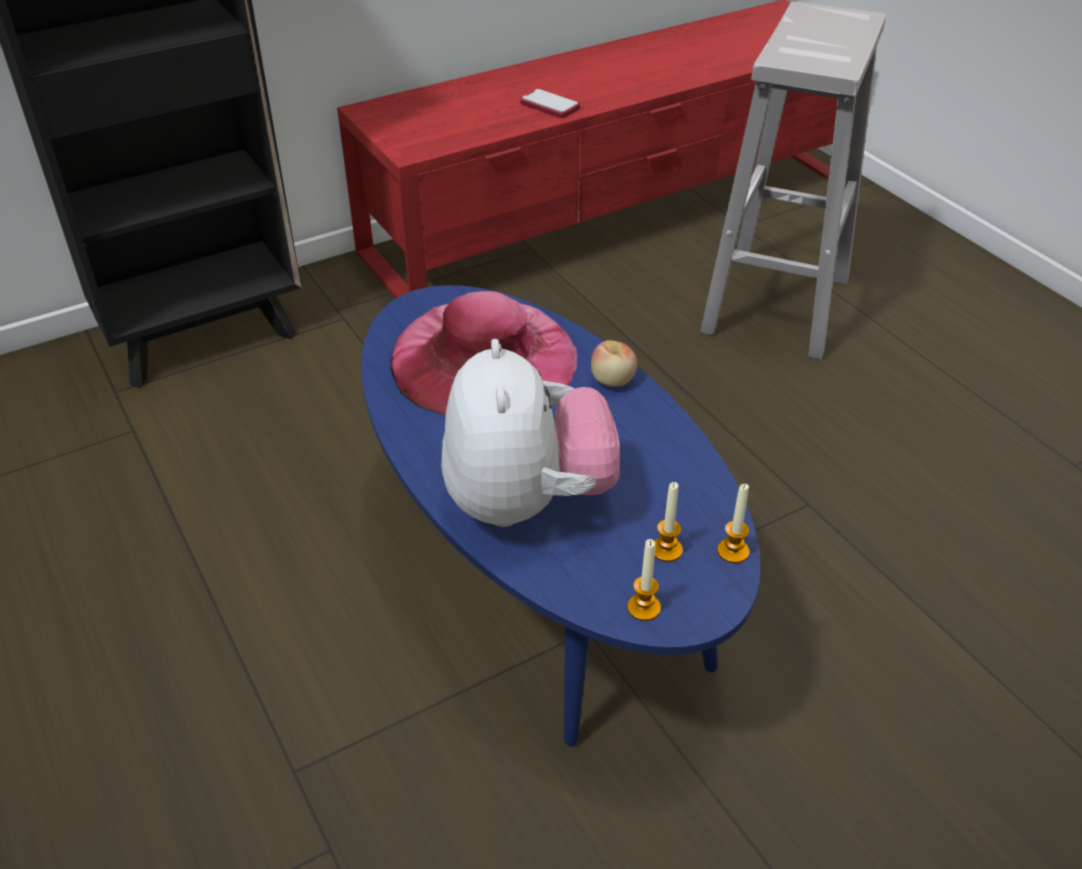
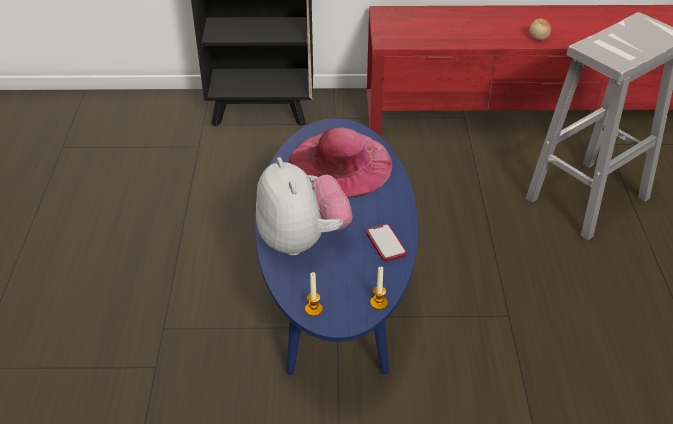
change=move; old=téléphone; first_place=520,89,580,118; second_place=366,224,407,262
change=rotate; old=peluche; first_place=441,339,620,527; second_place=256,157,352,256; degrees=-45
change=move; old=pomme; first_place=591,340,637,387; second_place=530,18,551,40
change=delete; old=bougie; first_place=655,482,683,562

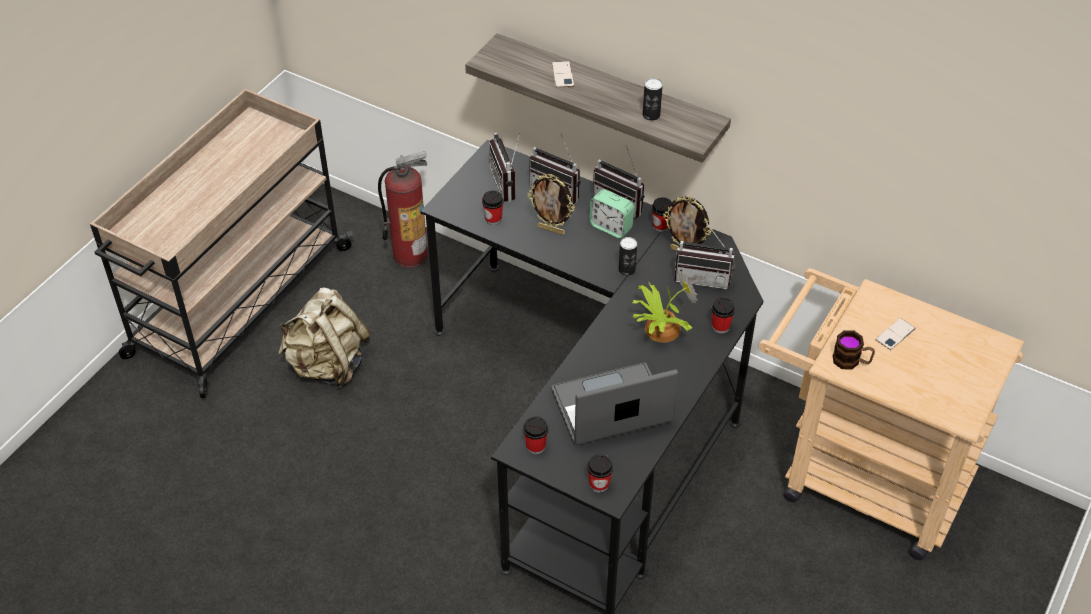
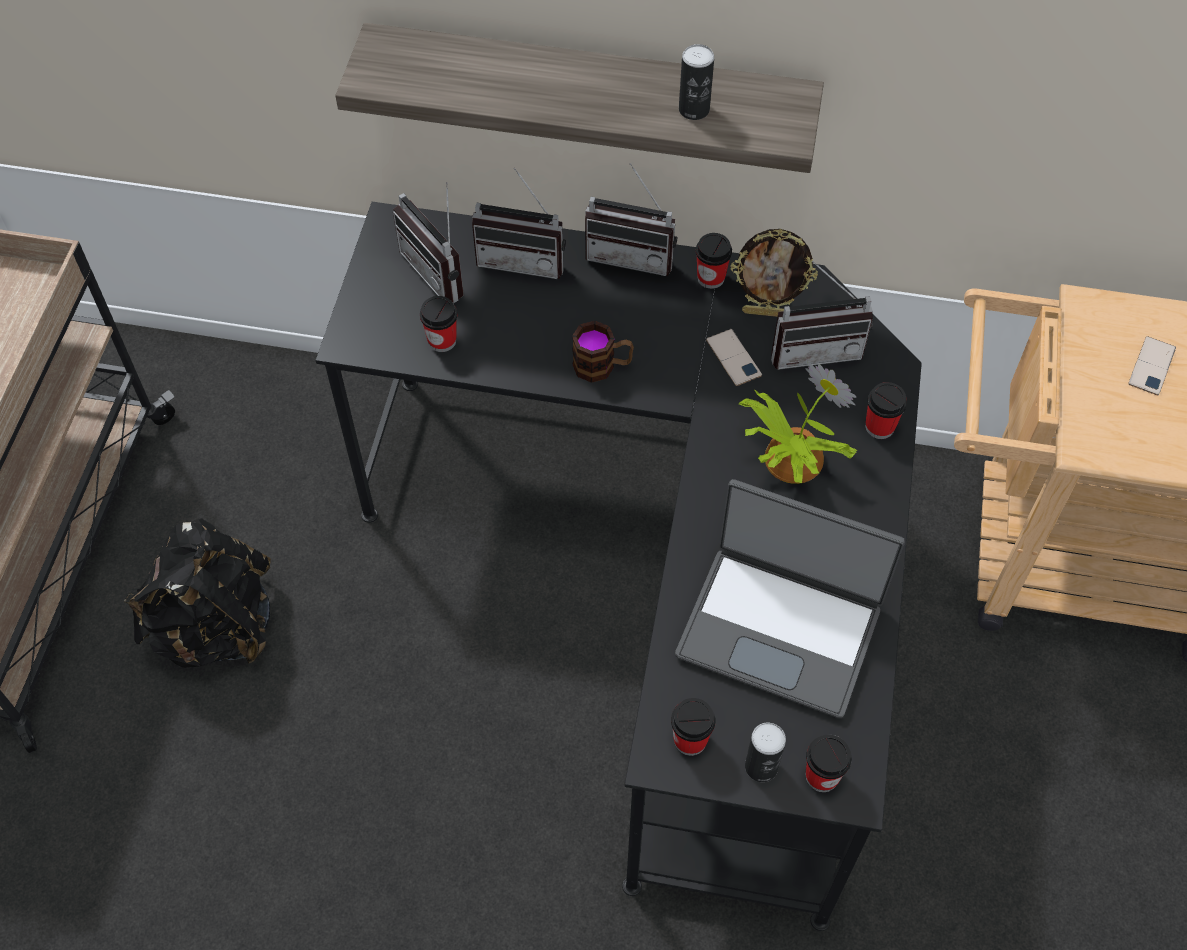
change=move; old=téléphone; first_place=552,61,574,88; second_place=706,329,762,386
change=delete; old=extincteur; first_place=378,151,428,268
change=delete; old=cadre photo; first_place=528,174,575,235
change=delete; old=réveil; first_place=589,189,634,238
change=move; old=boîte métallique; first_place=619,237,637,276; second_place=745,723,786,782
change=recolor; old=sac à dos [beige]; new=sac à dos [noir]; first_place=278,288,371,388; second_place=124,518,271,668
change=move; old=mug; first_place=833,330,875,370; second_place=572,321,634,383
change=rotate; old=ordinateur portable; first_place=552,363,679,446; second_place=675,479,905,718; degrees=-120

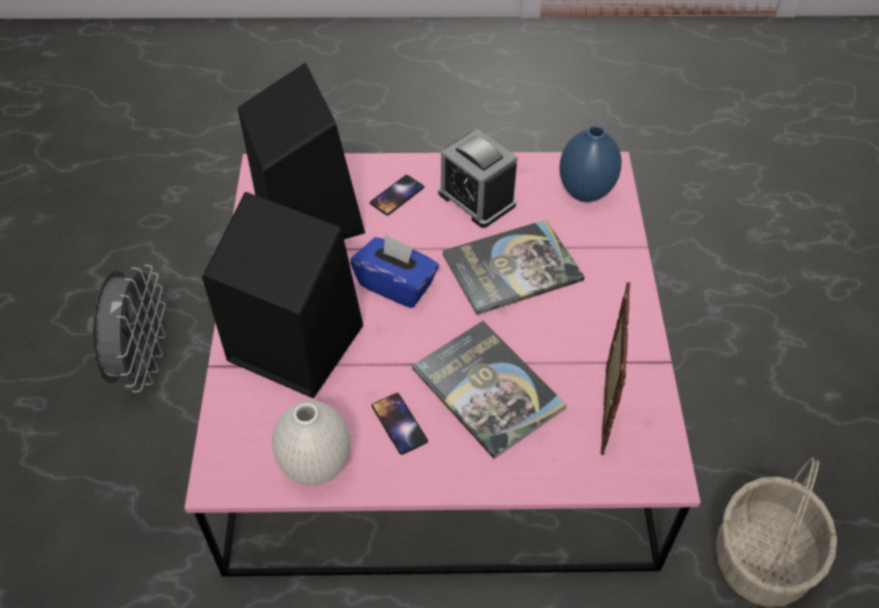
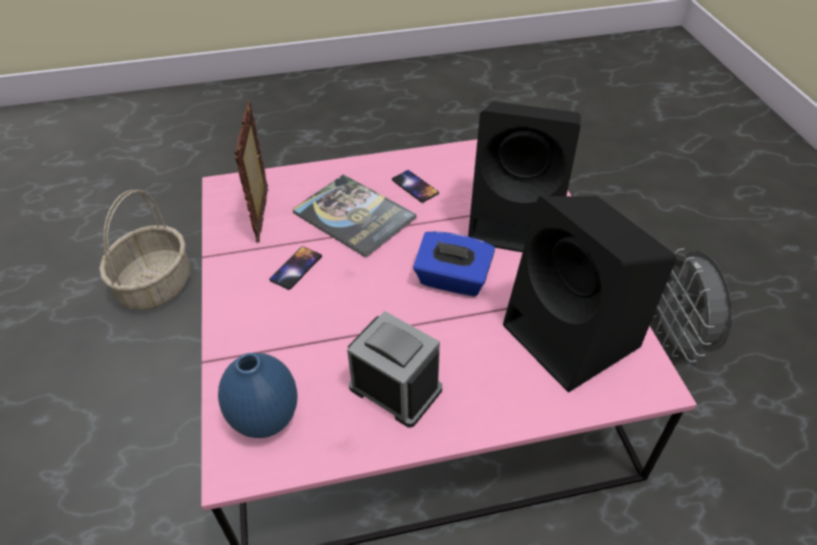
change=move; old=téléphone; first_place=370,175,424,216; second_place=269,247,322,290
change=delete; old=livre; first_place=442,220,585,315
change=delete; old=vase [blanc]; first_place=272,401,351,485

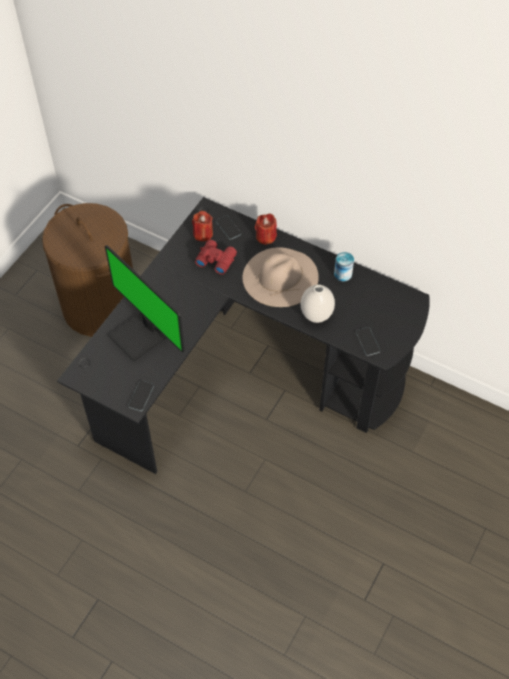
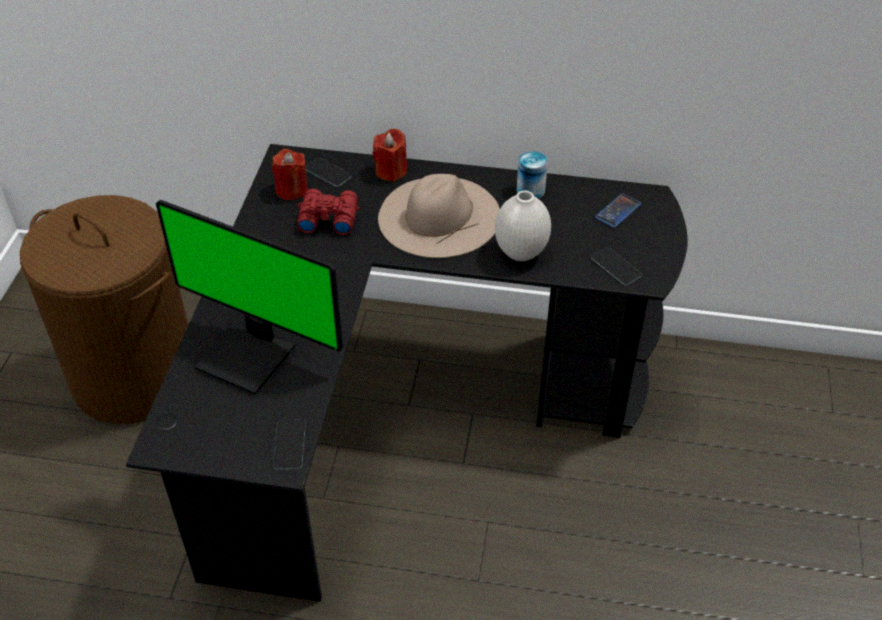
change=insert; new=téléphone; second_place=595,193,641,228

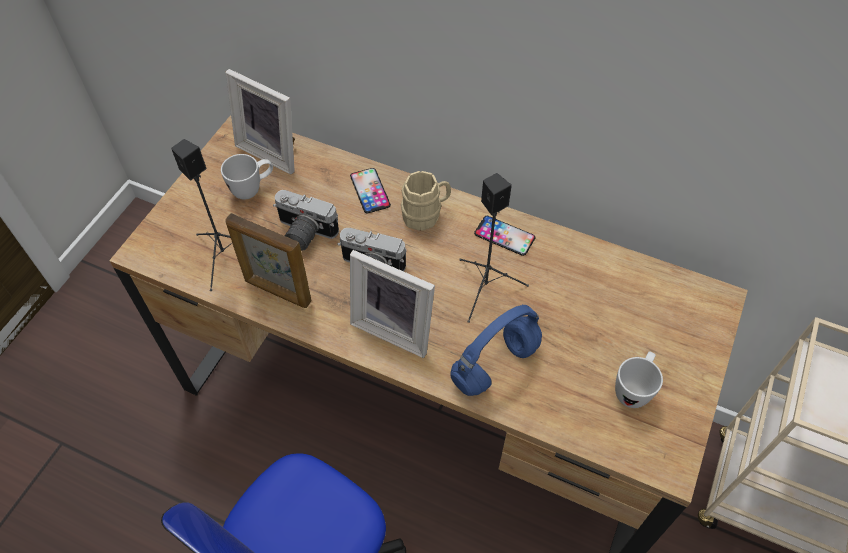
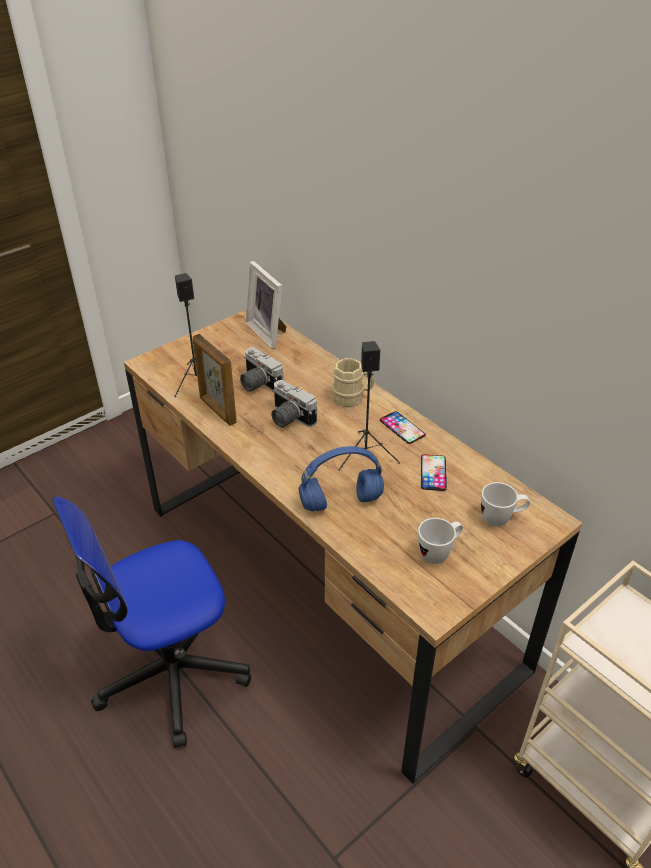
change=move; old=mug [blanc]; first_place=221,154,273,200; second_place=481,482,530,526
change=move; old=téléphone; first_place=350,168,391,213; second_place=421,454,447,491
change=delete; old=cadre photo; first_place=350,250,435,358

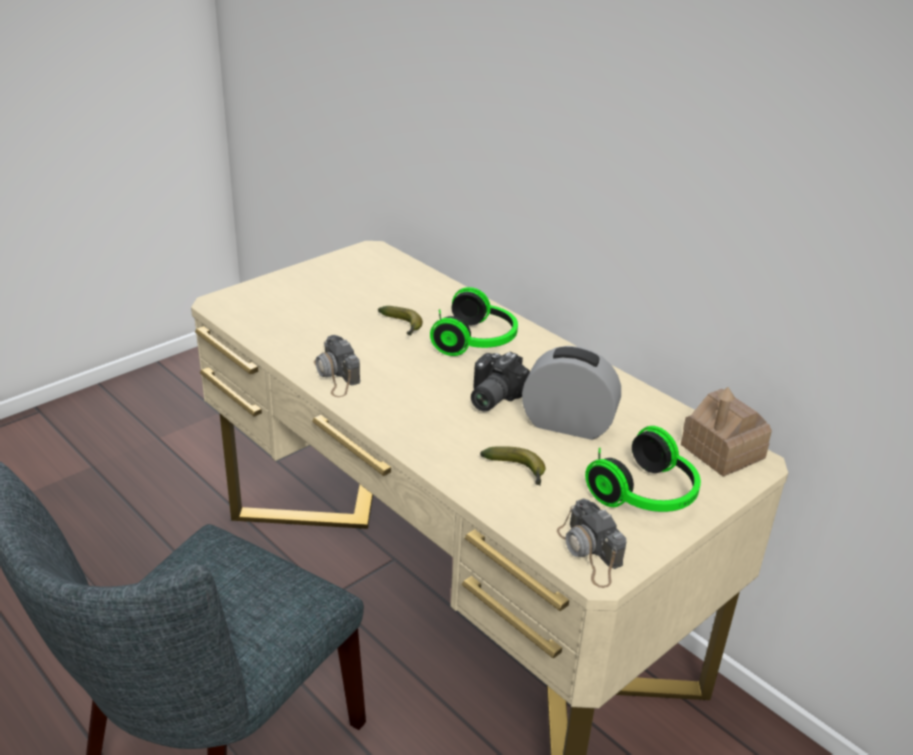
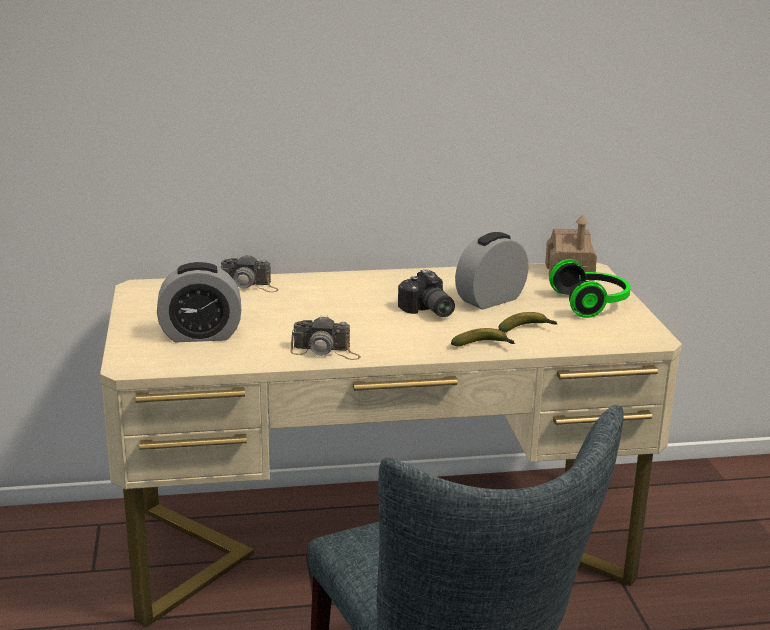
change=delete; old=casque audio; first_place=430,287,518,356
change=move; old=banane; first_place=378,306,423,336; second_place=451,328,515,346
change=move; old=appareil photo; first_place=557,498,626,588; second_place=221,254,279,292
change=insert; new=réveil; second_place=157,262,241,342

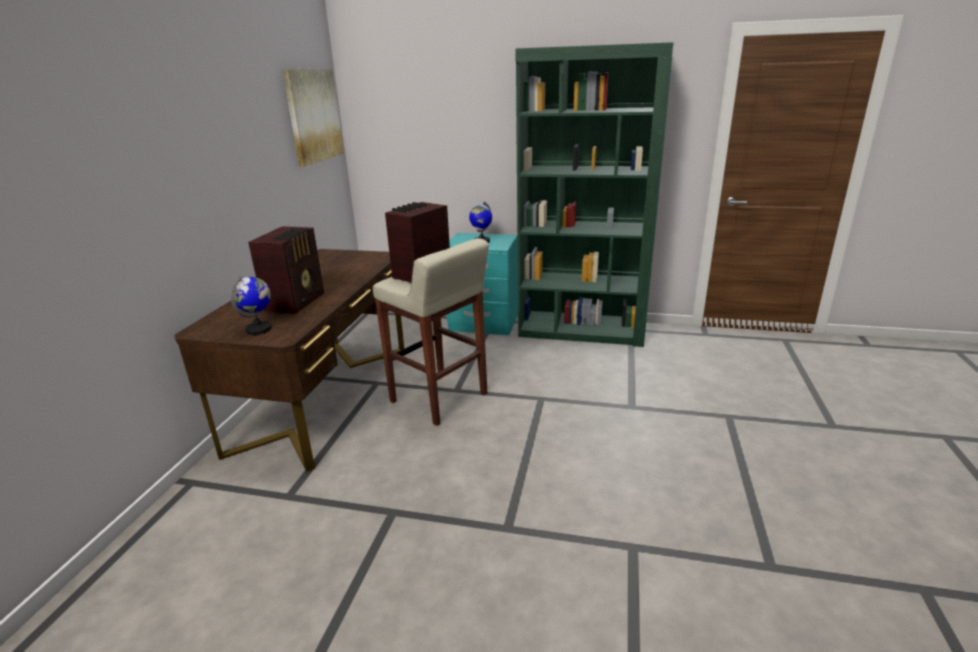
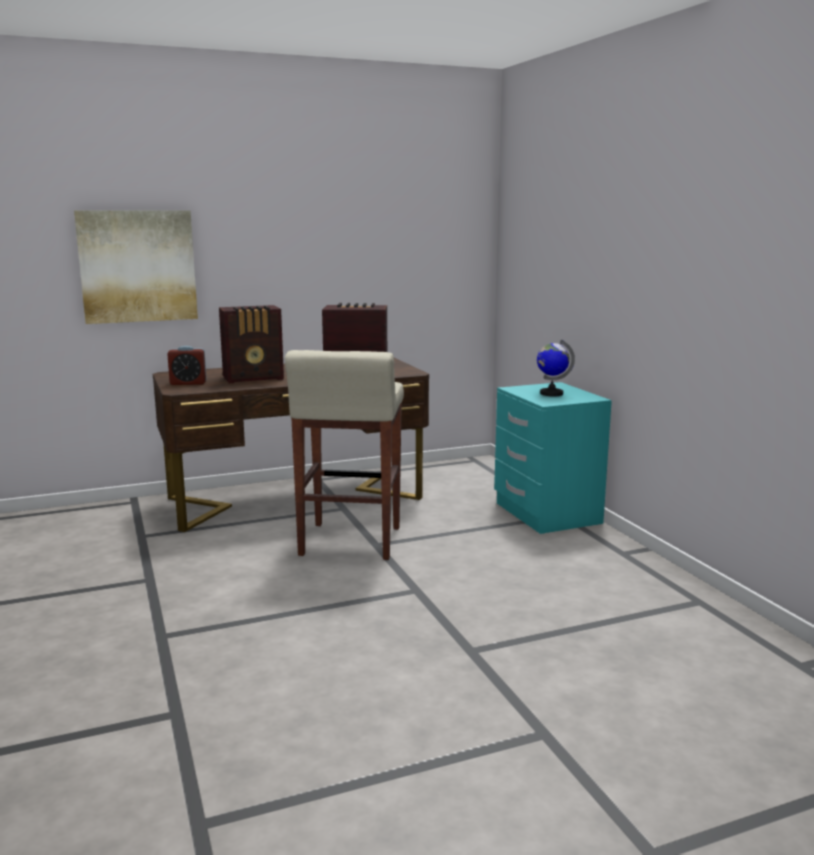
change=delete; old=bibliothèque [vert]; first_place=515,42,673,347
change=move; old=tableau; first_place=283,68,344,167; second_place=74,210,198,324
change=replace; old=globe; new=réveil; first_place=231,276,272,335; second_place=167,346,206,385

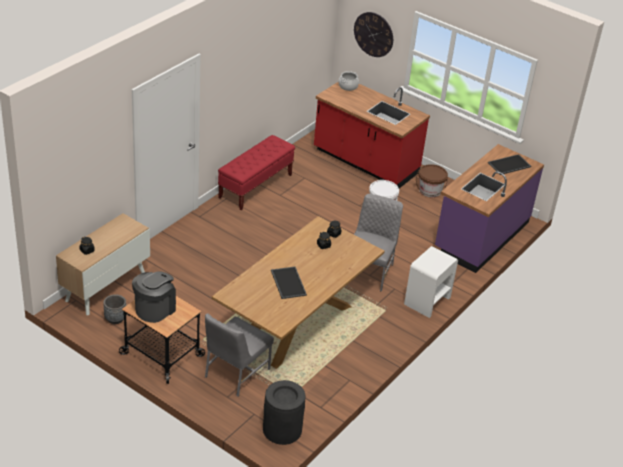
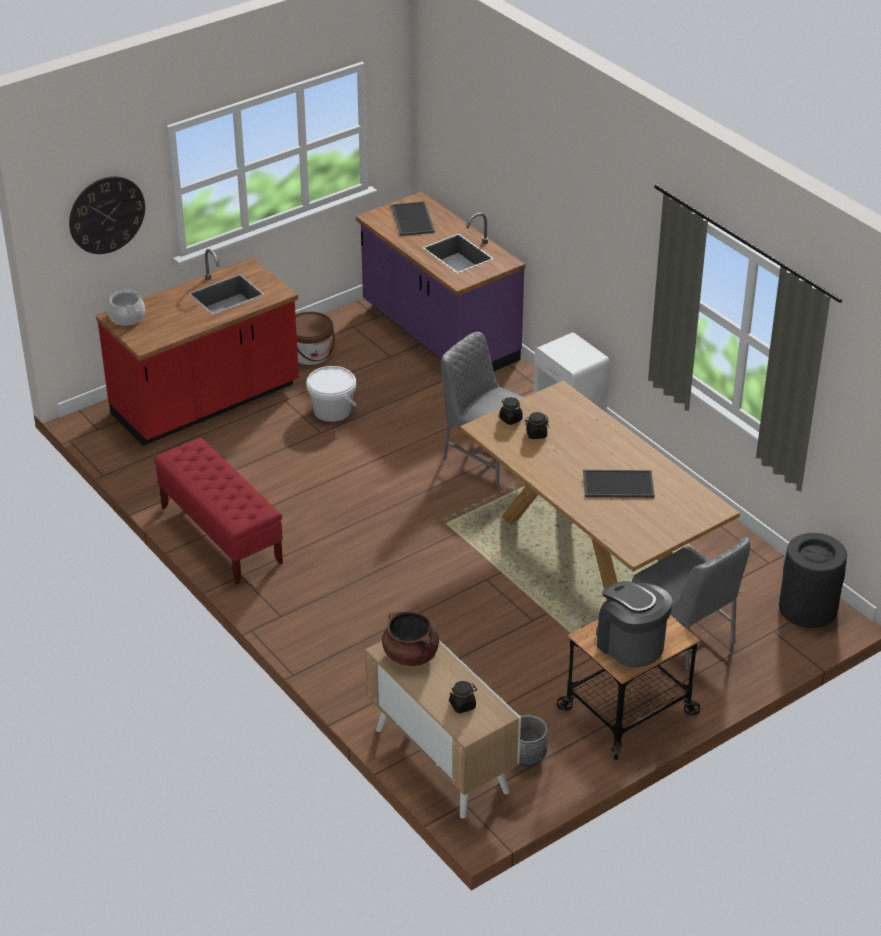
change=insert; new=marmite [marron]; second_place=382,612,439,666

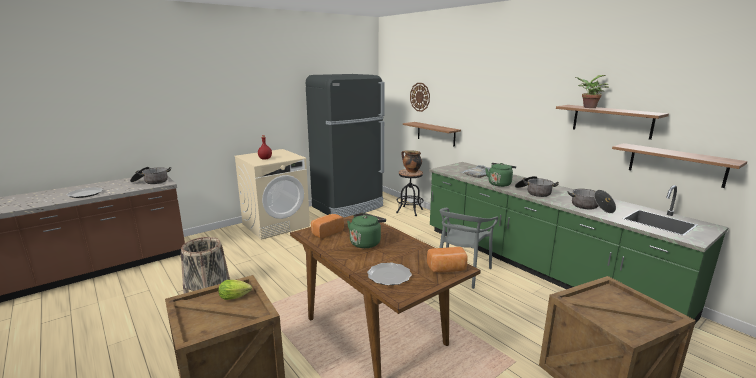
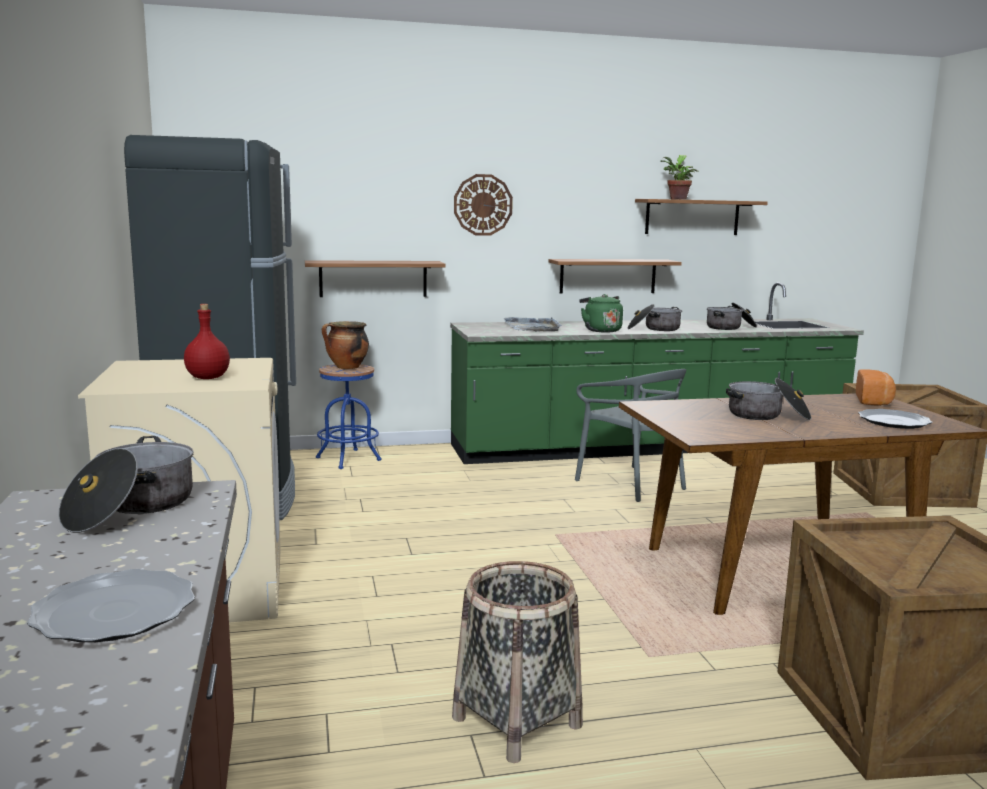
change=move; old=horloge murale; first_place=410,83,430,112; second_place=454,174,513,236
change=move; old=étagère; first_place=612,143,747,188; second_place=548,259,682,294
change=recolor; old=tabouret [noir]; new=tabouret [bleu]; first_place=396,169,424,216; second_place=316,364,381,469
change=replace; old=bouilloire [vert]; new=marmite; first_place=347,213,386,248; second_place=726,378,811,420
change=delete; old=pain; first_place=311,214,344,238
change=delete; old=laitue; first_place=219,280,252,300

